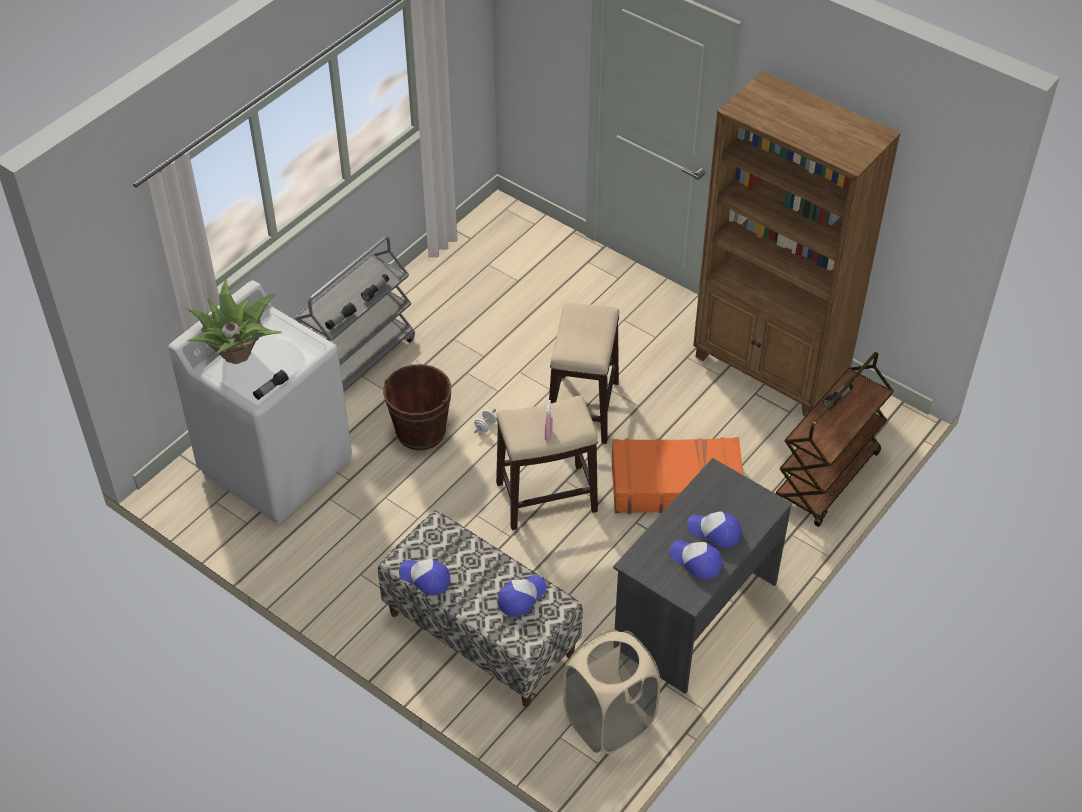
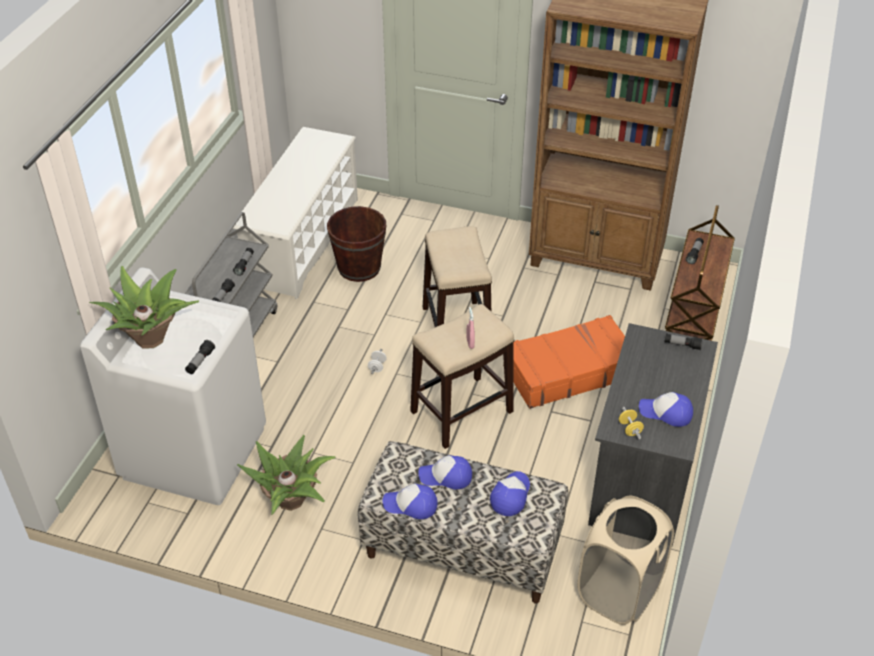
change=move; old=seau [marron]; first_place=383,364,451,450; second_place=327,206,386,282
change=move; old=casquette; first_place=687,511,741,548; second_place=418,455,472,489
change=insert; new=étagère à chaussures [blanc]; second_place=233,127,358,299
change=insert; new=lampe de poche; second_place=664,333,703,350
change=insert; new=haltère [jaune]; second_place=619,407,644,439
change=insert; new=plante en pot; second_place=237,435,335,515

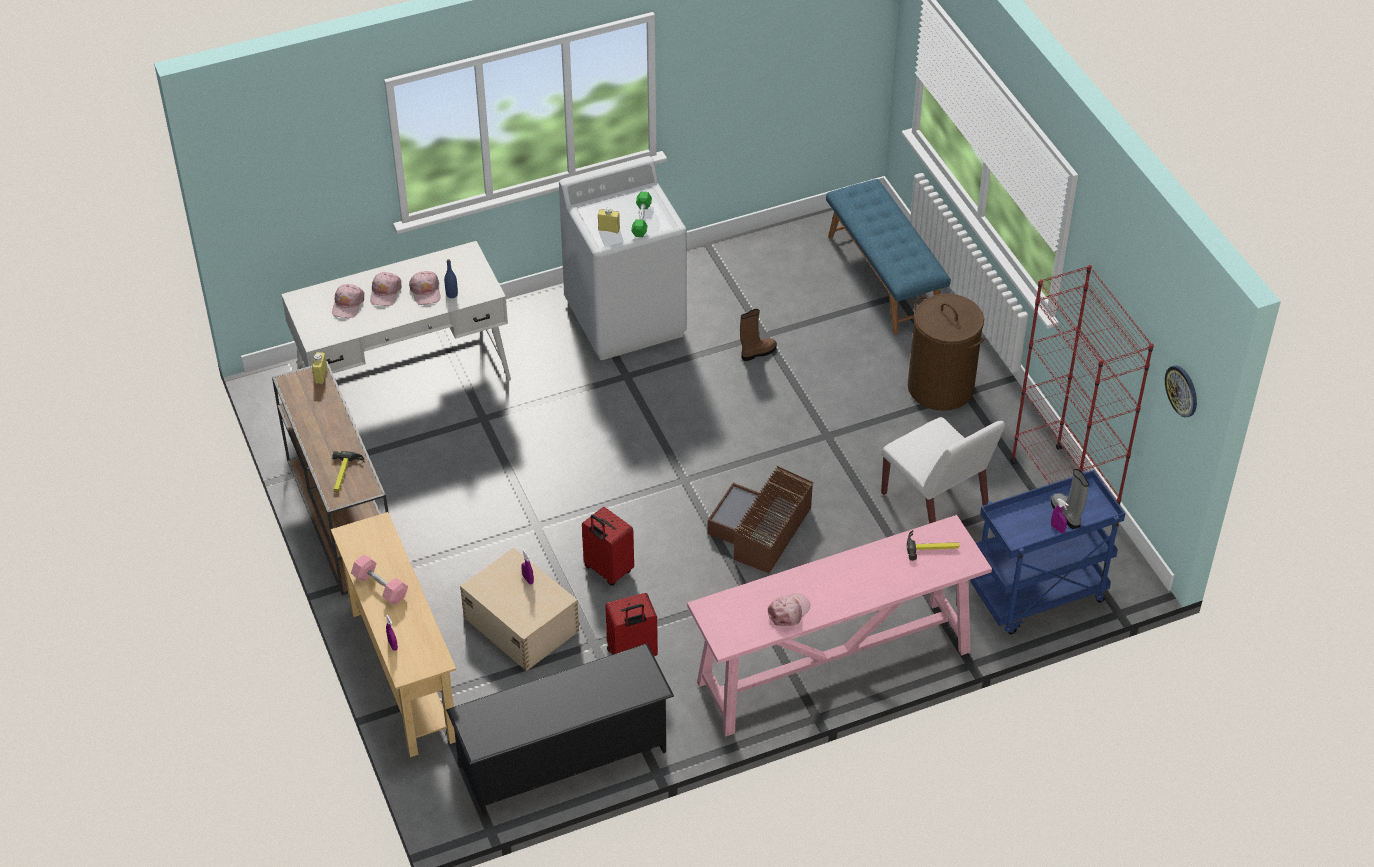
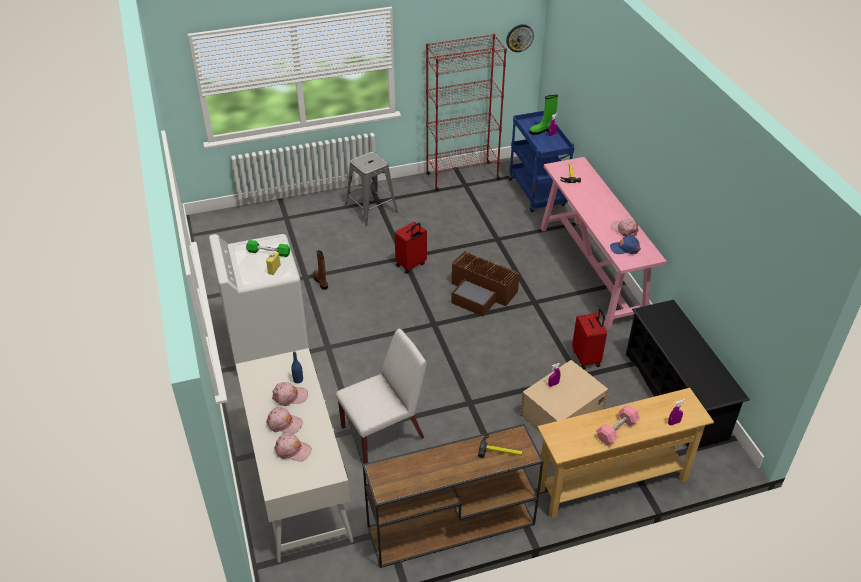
change=delete; old=banc [bleu]; first_place=826,179,951,334
change=replace; old=panier à linge [marron]; new=tabouret [gris]; first_place=908,294,984,411; second_place=346,152,398,226
change=delete; old=bouteille [jaune]; first_place=312,352,327,384
change=move; old=chaise [blanc]; first_place=881,417,1005,524; second_place=336,329,426,464
change=recolor; old=botte [gris]; new=botte [vert]; first_place=1051,469,1089,529; second_place=529,95,558,135
change=move; old=valise [rouge]; first_place=582,507,634,586; second_place=395,222,427,274
change=insert; new=casquette [bleu]; second_place=610,236,641,254

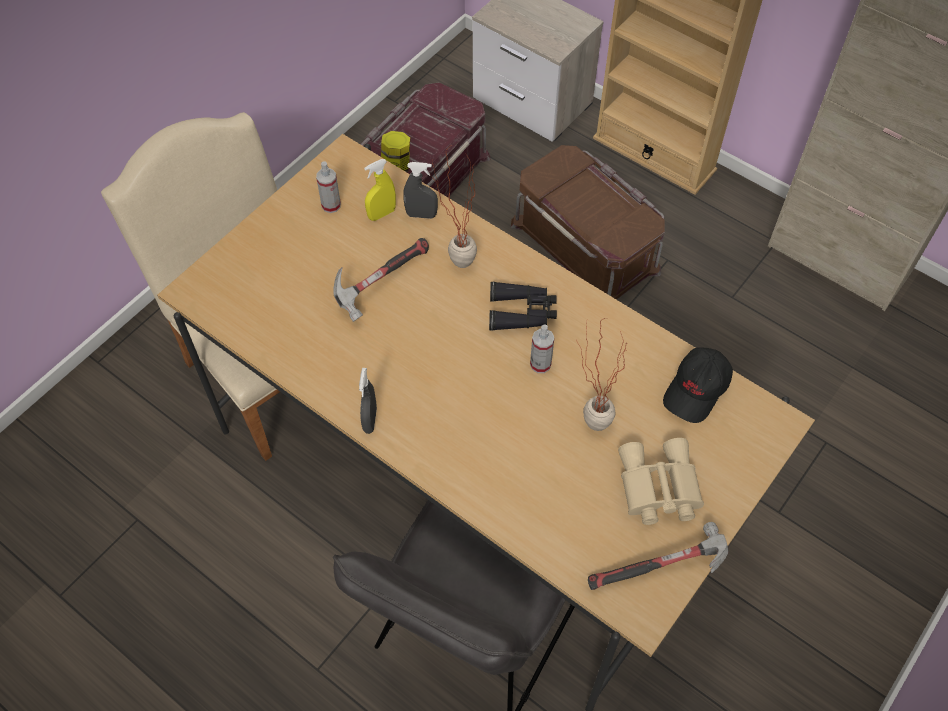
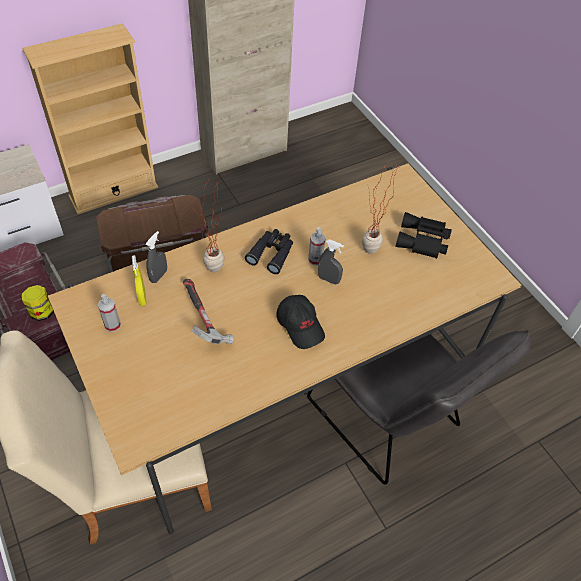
change=move; old=casquette [noir]; first_place=663,347,733,423; second_place=276,295,325,349
change=move; old=vaporisateur [gris]; first_place=359,368,377,434; second_place=318,240,344,285
change=recolor; old=jumelles [beige]; new=jumelles [noir]; first_place=618,438,704,525; second_place=395,212,452,259
change=delete; old=marteau; first_place=588,522,729,590

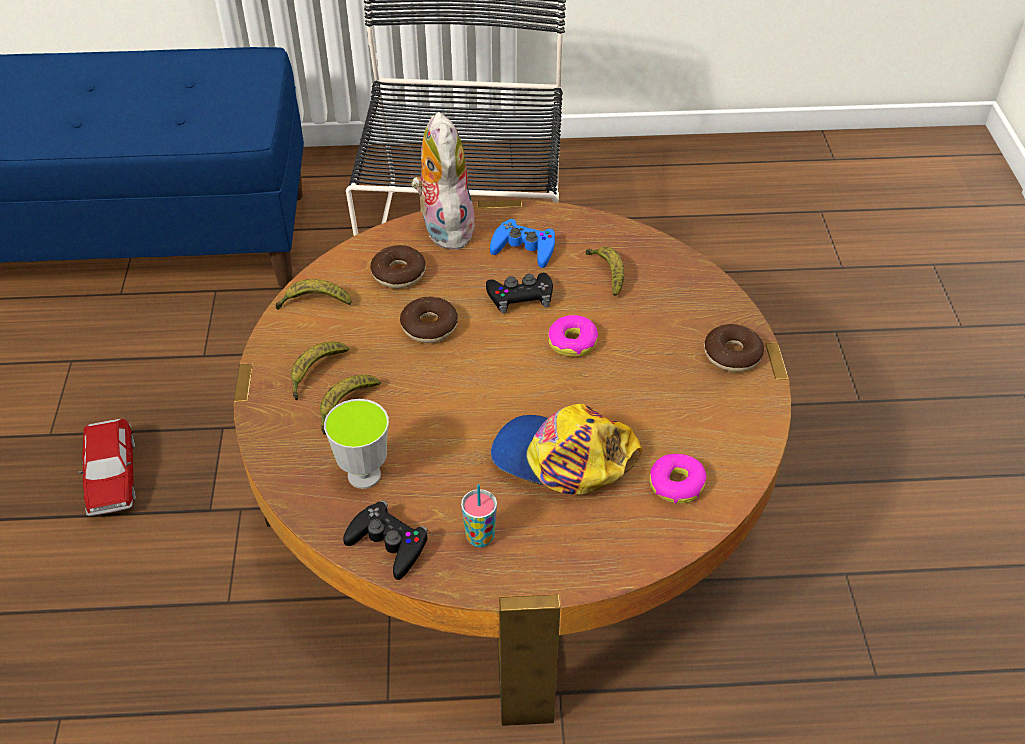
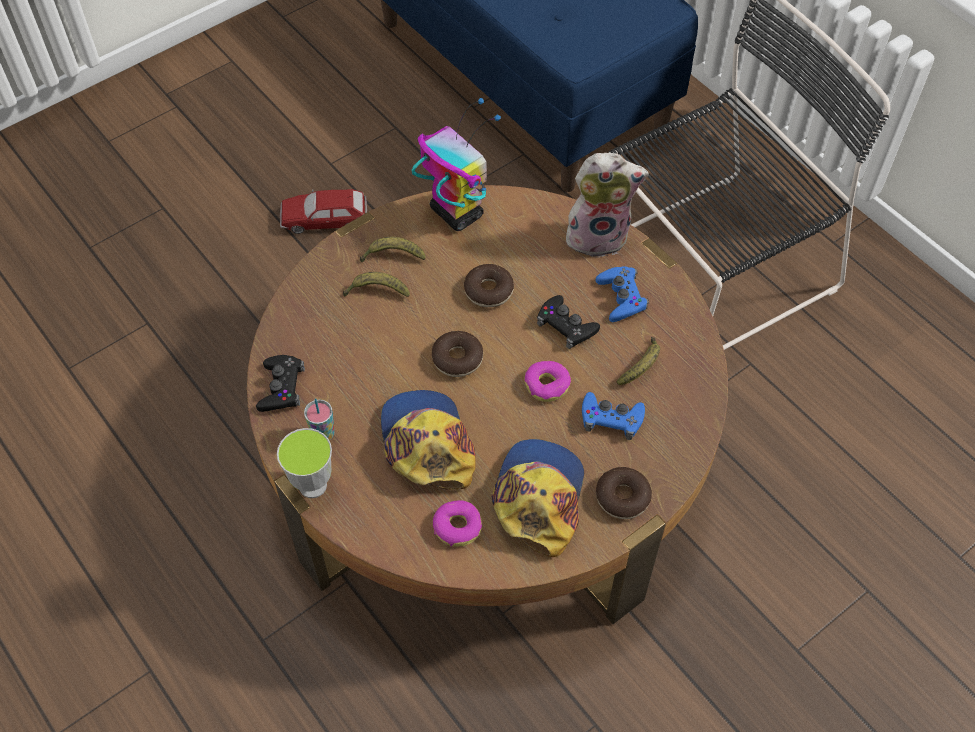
change=rotate; old=peluche; first_place=411,112,475,250; second_place=565,153,649,258; degrees=45
change=move; old=beignet; first_place=370,245,426,288; second_place=432,331,483,377
change=replace; old=banane; new=robot jouet; first_place=275,279,352,310; second_place=411,98,501,231
change=move; old=tasse; first_place=324,399,389,489; second_place=277,428,332,498
change=rotate; old=petite voiture; first_place=78,418,136,516; second_place=280,189,367,234; degrees=45
change=insert; new=manette [bleu]; second_place=582,392,645,440
change=insert; new=casquette; second_place=492,439,584,557

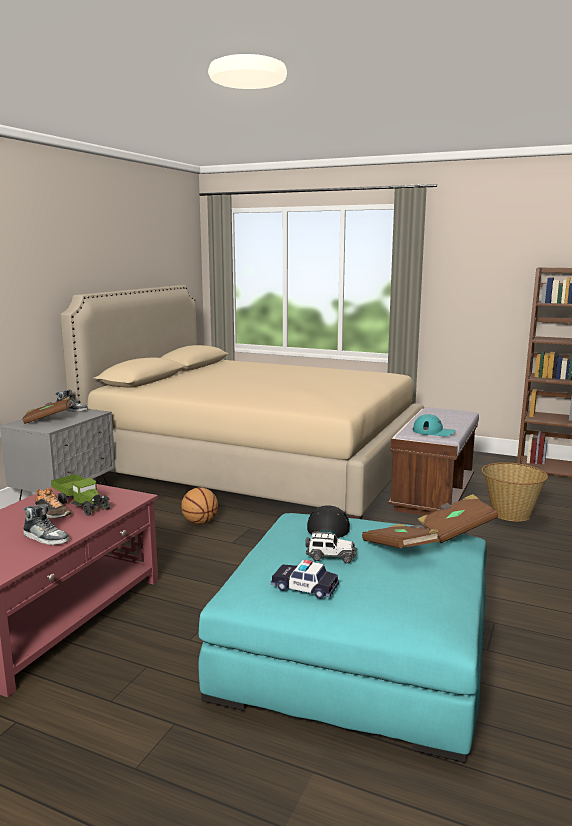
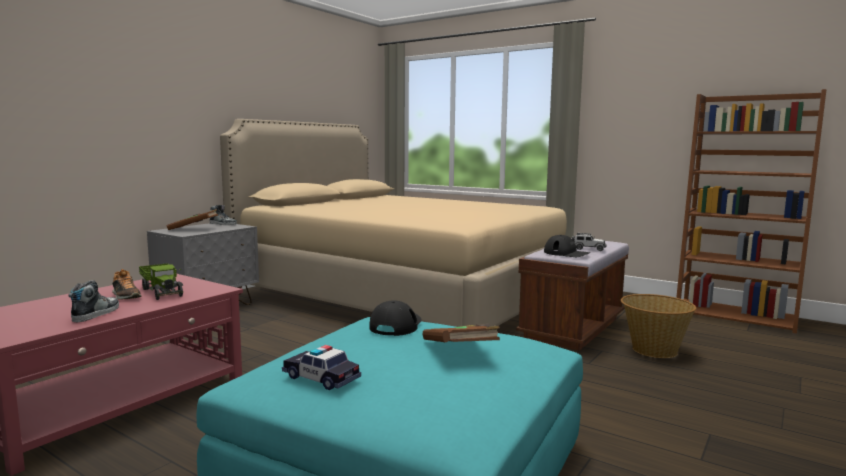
change=recolor; old=casquette [turquoise]; new=casquette [noir]; first_place=413,414,456,436; second_place=544,235,590,257
change=delete; old=ballon de basket; first_place=181,487,218,524
change=delete; old=livre [marron]; first_place=417,494,498,543
change=rotate; old=chaussure; first_place=23,504,69,545; second_place=69,280,119,322; degrees=-120
change=move; old=petite voiture; first_place=305,532,357,563; second_place=572,233,607,251

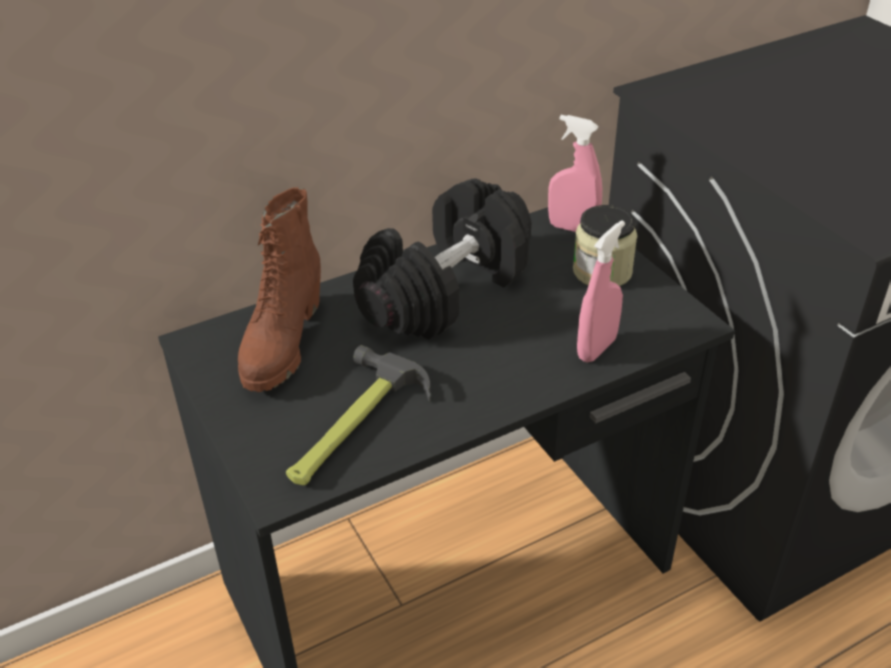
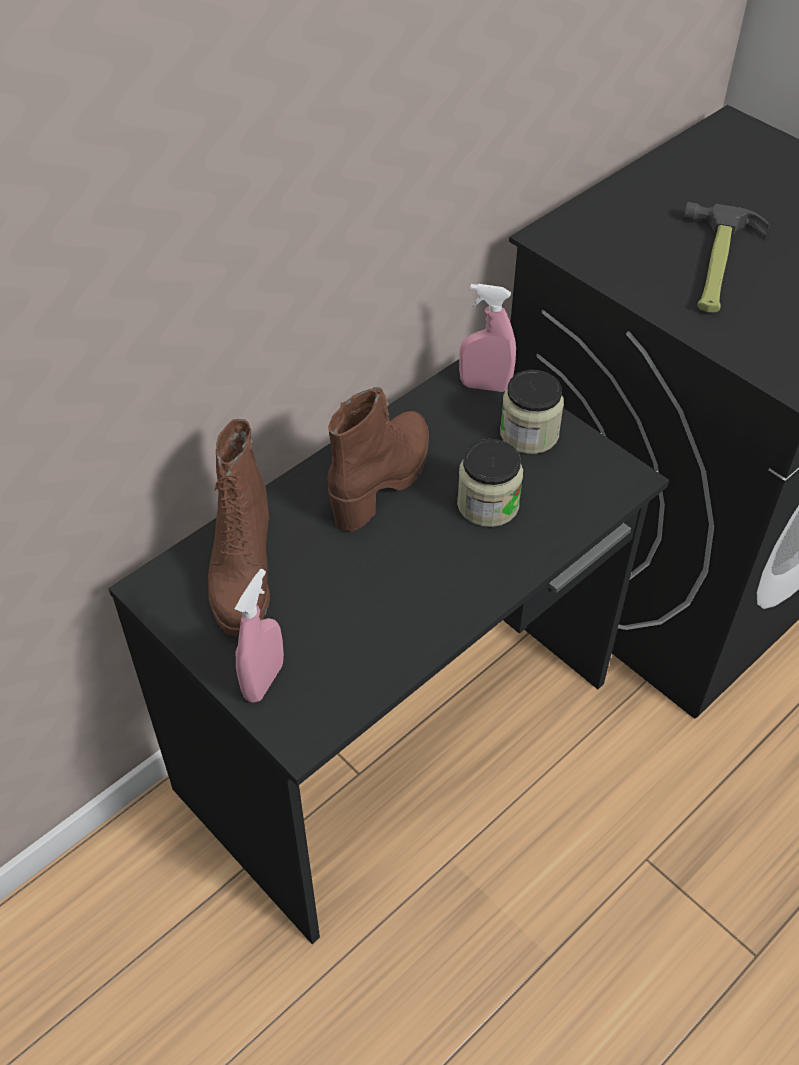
change=replace; old=haltère [noir]; new=botte [marron]; first_place=353,178,531,340; second_place=327,387,429,532
change=move; old=vaporisateur [rose]; first_place=577,220,625,362; second_place=235,569,284,702
change=move; old=marteau; first_place=286,345,431,486; second_place=683,202,770,313
change=insert; new=bocal; second_place=457,439,523,527

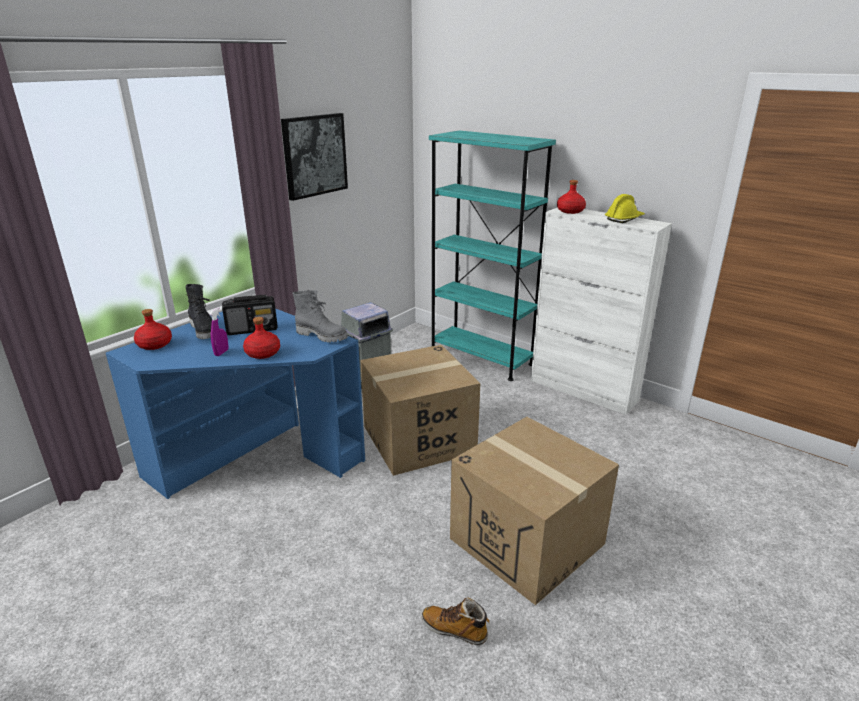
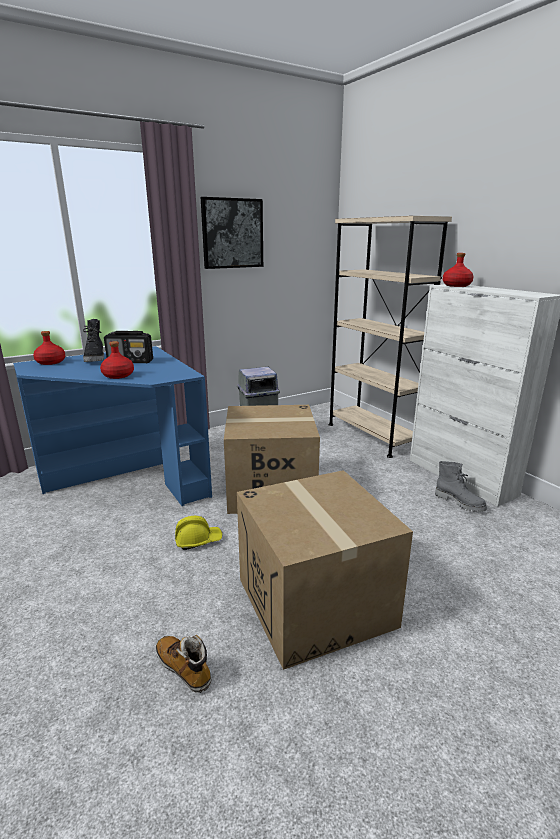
change=recolor; old=bibliothèque [turquoise]; new=bibliothèque [beige]; first_place=429,131,556,381; second_place=328,216,452,458
change=move; old=casque de chantier [jaune]; first_place=605,194,645,223; second_place=175,516,222,550
change=move; old=botte [gris]; first_place=292,290,348,342; second_place=435,461,487,512
change=delete; old=vaporisateur [violet]; first_place=209,307,228,356

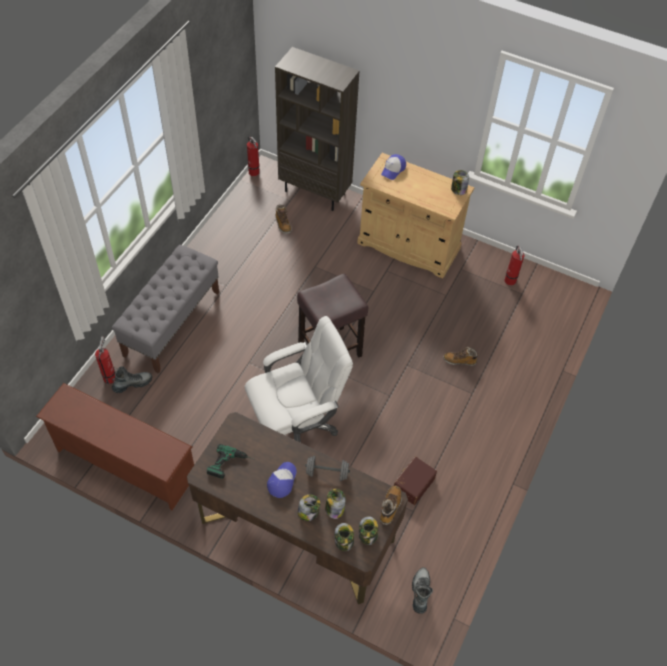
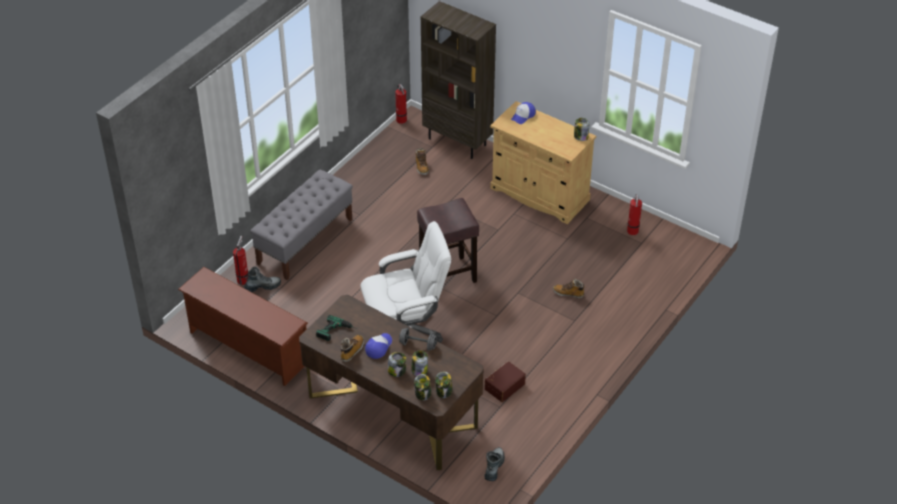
change=move; old=botte; first_place=380,486,402,525; second_place=340,335,364,362

